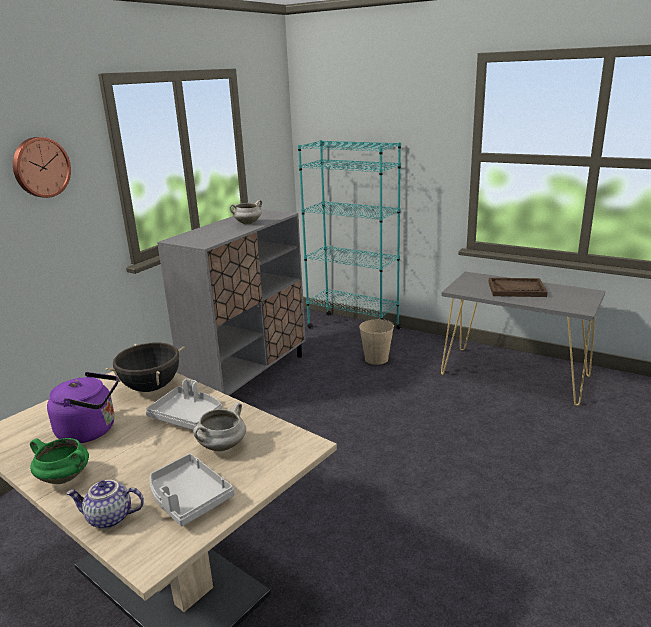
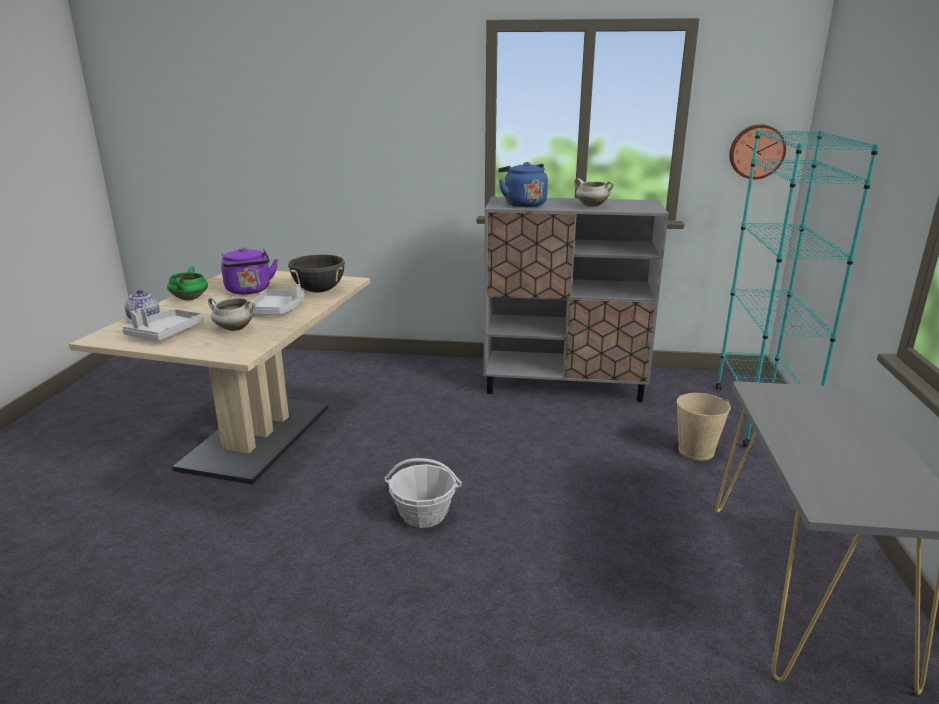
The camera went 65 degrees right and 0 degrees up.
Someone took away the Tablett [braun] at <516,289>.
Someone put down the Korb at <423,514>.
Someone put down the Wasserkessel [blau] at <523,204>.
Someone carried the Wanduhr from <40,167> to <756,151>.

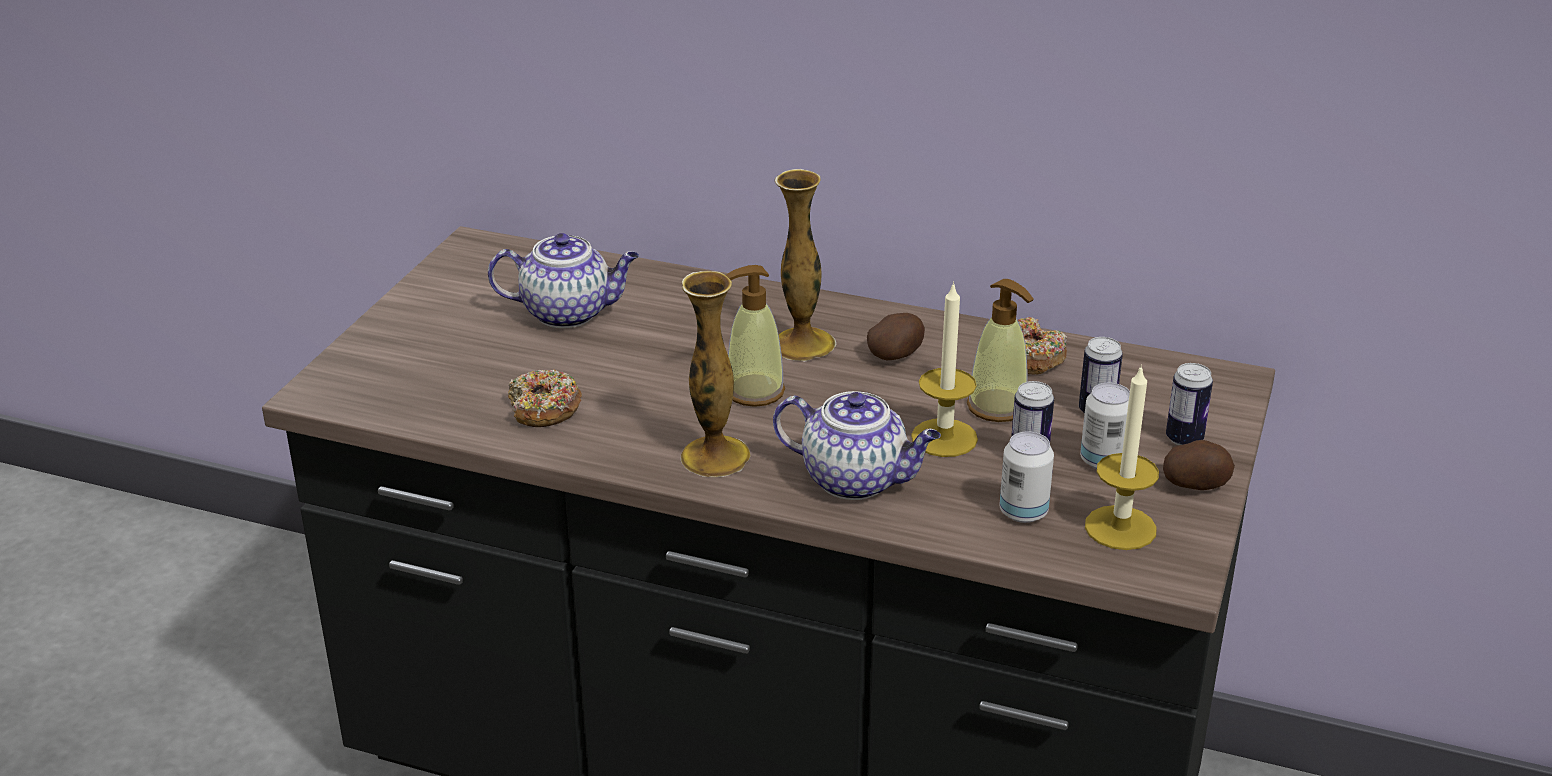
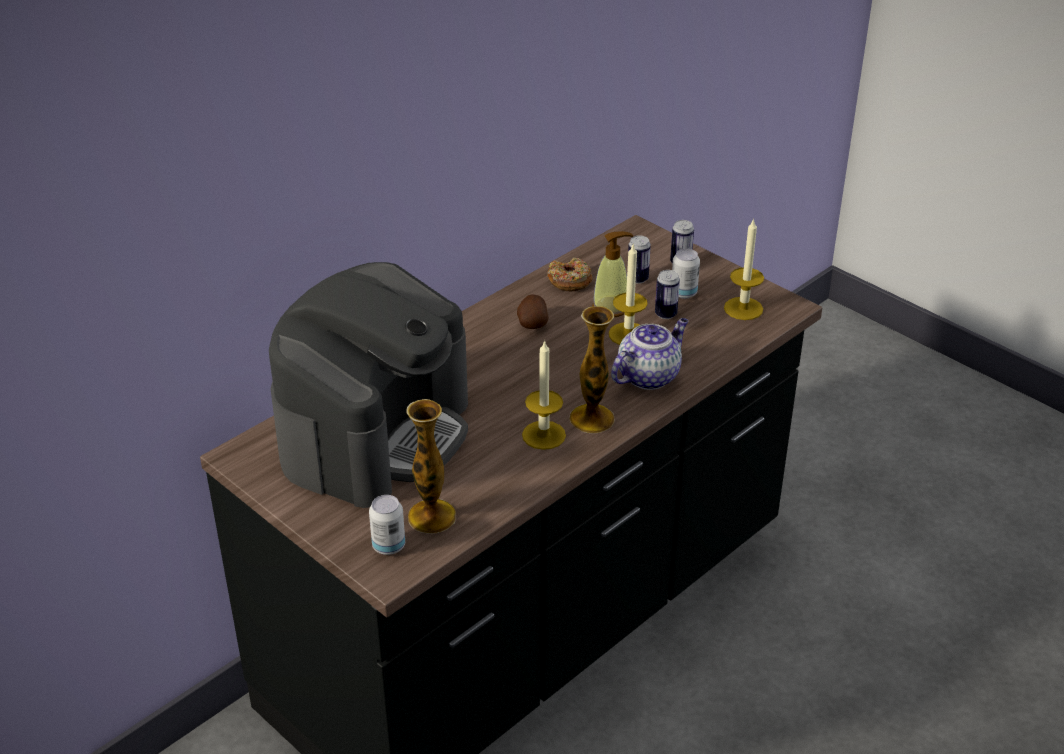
The camera went 65 degrees left and 5 degrees up.
Someone took away the Donut at <544,409>.
Someone took away the Seifenspender at <754,391>.
Someone took away the Kartoffel at <1195,485>.
Someone put down the Kerze at <543,435>.
Someone carried the Vase from <803,344> to <431,516>.
Someone carried the Dose from <1023,512> to <389,546>.
Someone swapped the Teekanne at <569,312> for the Kaffeemaschine at <376,434>.

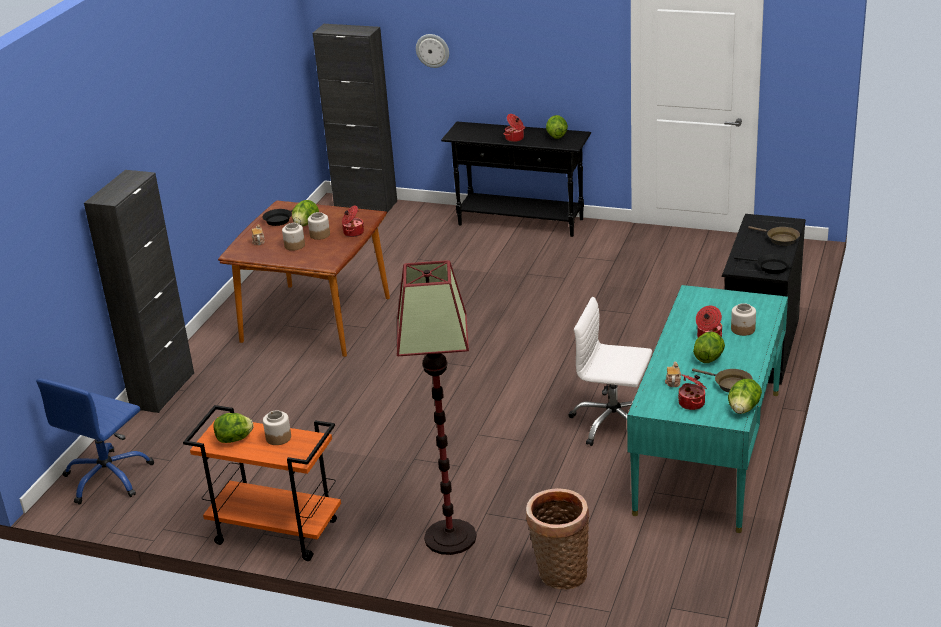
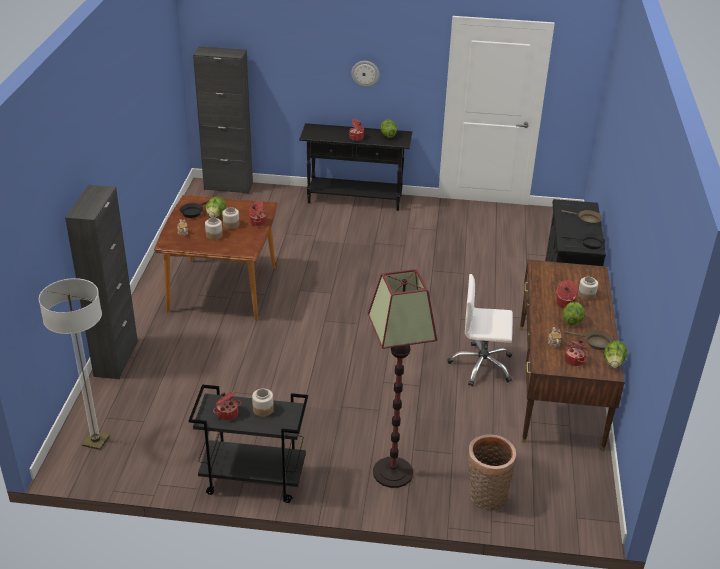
The camera went 15 degrees left and 5 degrees up.
Someone carried the Wanduhr from <432,50> to <365,73>.
Someone swapped the Bürostuhl [blau] at <108,478> for the Stehlampe at <96,441>.
Someone swapped the Salatkopf at <235,439> for the Kochtopf at <227,413>.
Someone repainted the Rollwagen [orange] at <274,533>, which became the Rollwagen [schwarz] at <252,480>.
Someone repainted the Schreibtisch [türkis] at <709,451>, which became the Schreibtisch [braun] at <559,384>.

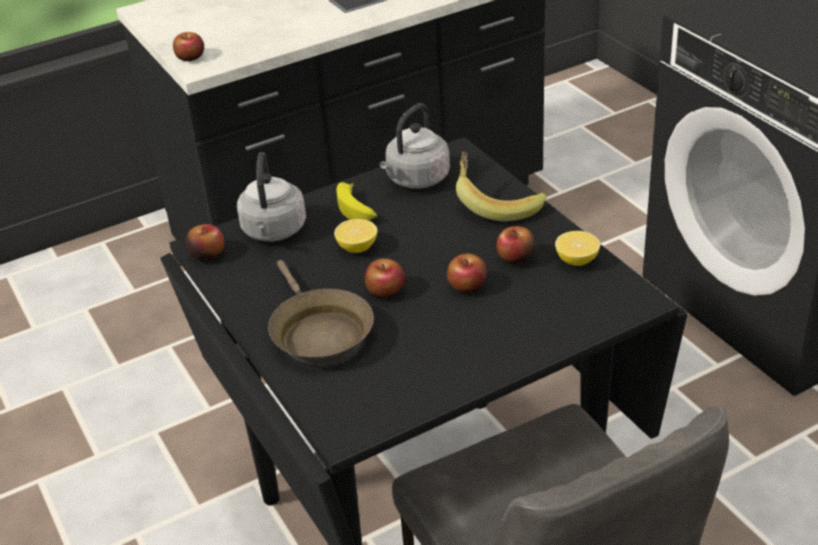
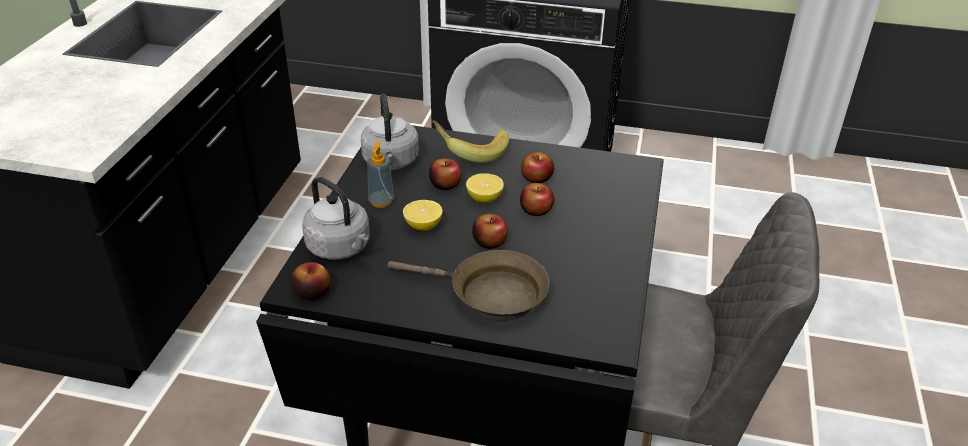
The camera went 50 degrees left and 0 degrees up.
Someone carried the Apfel from <190,57> to <445,184>.
Someone carried the Zitrone from <576,260> to <484,198>.
Someone swapped the Banane at <357,210> for the Seifenspender at <381,201>.

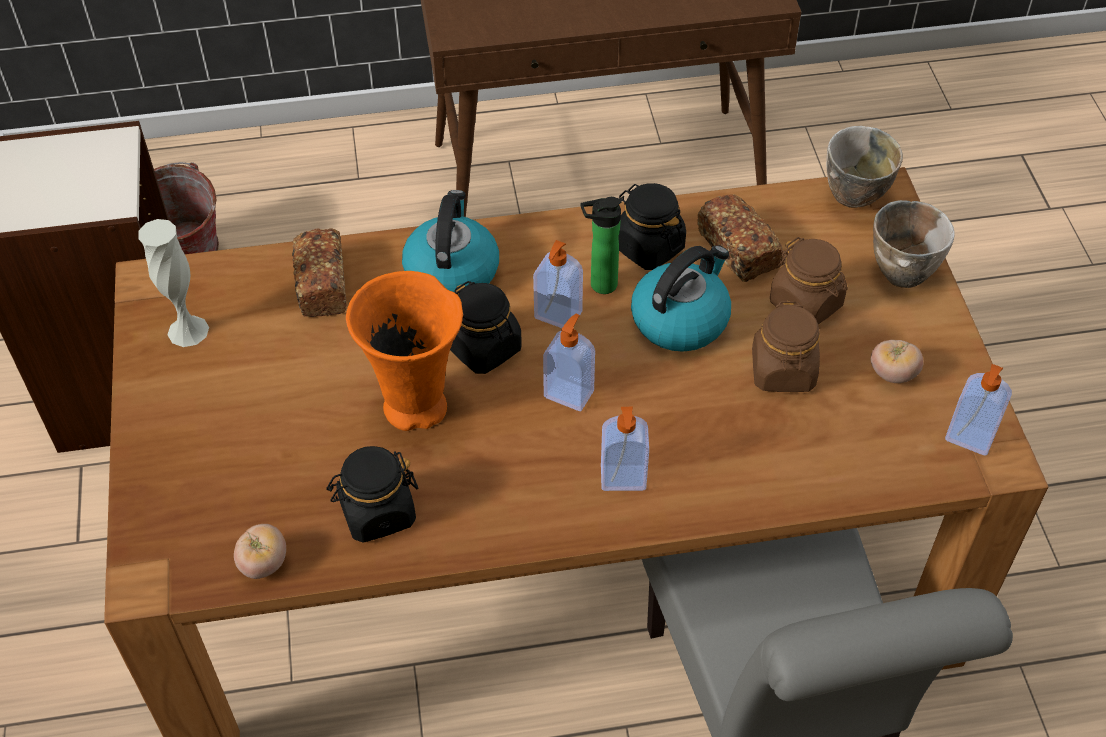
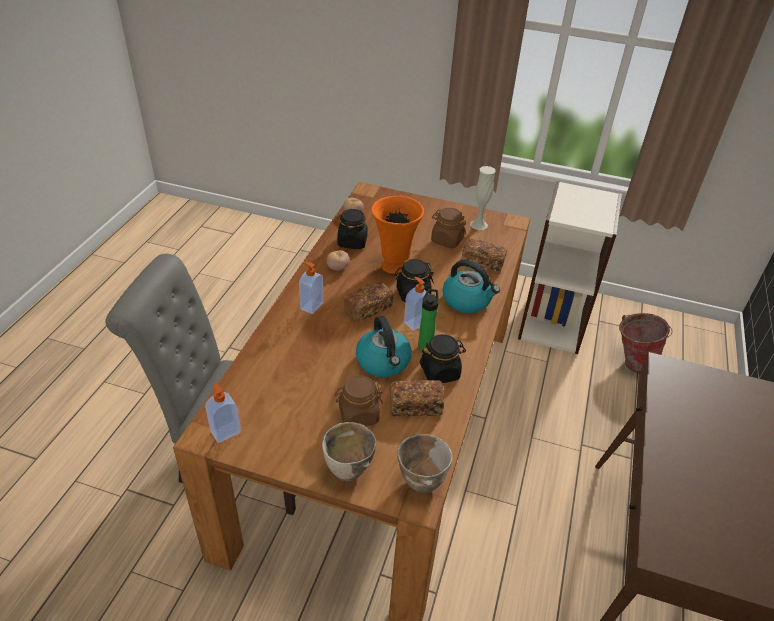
The camera went 115 degrees right and 10 degrees down.
Someone carried the Vorratsglas [braun] from <783,371> to <446,240>.
Someone carried the Tomate from <892,374> to <338,268>.
Someone swapped the Seifenspender at <569,393> for the Brot at <368,309>.

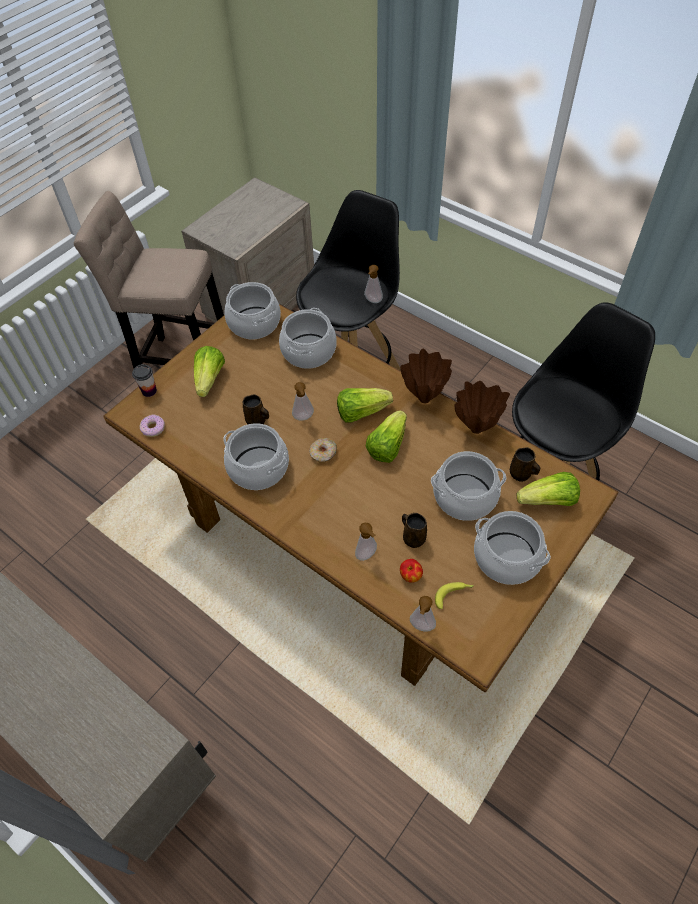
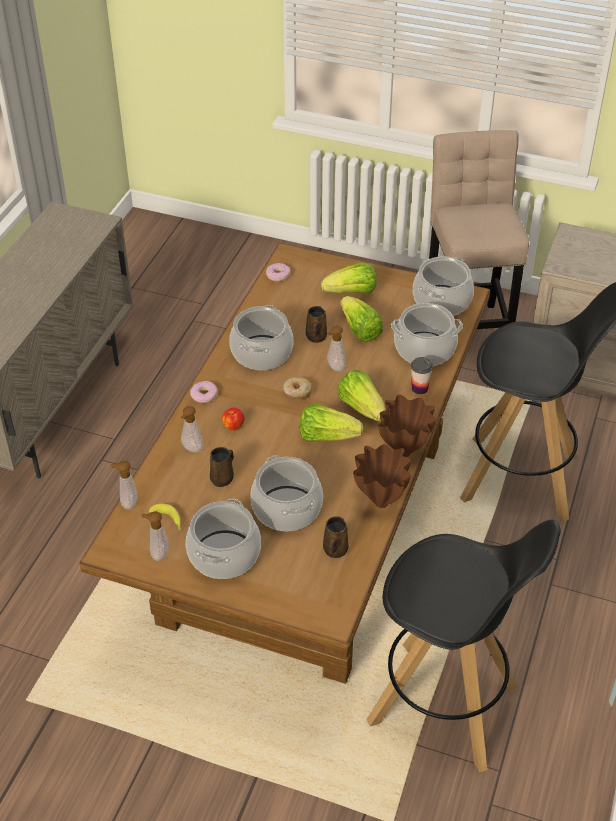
The camera went 70 degrees right and 10 degrees down.
Someone put down the Donut at <204,395>.
Someone carried the Tasse from <149,391> to <419,388>.
Someone carried the Seifenspender from <372,301> to <158,554>.
Someone carried the Apfel from <410,576> to <233,426>.
Someone carried the Salatkopf from <548,501> to <359,330>.

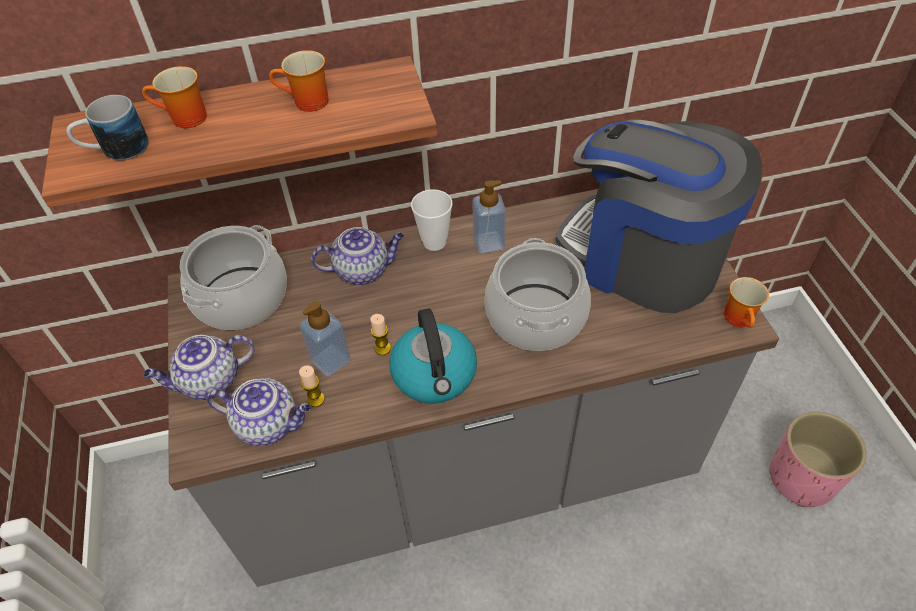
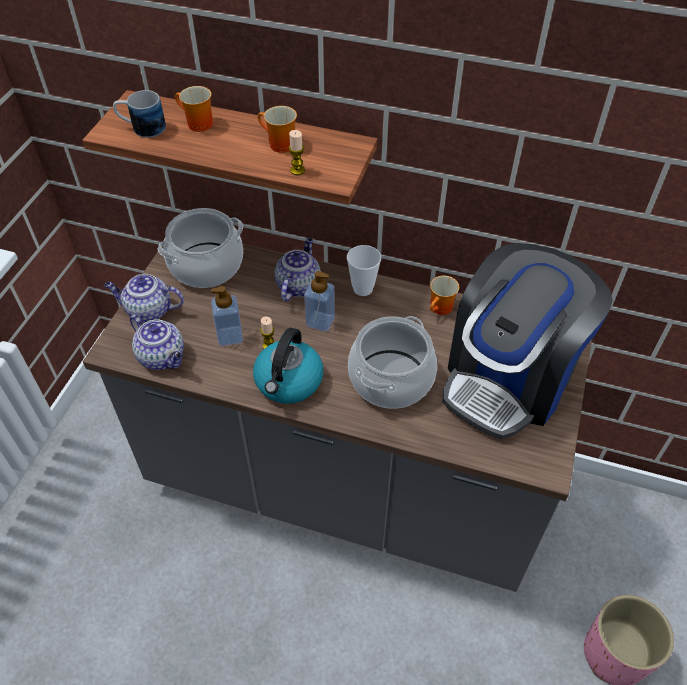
The camera went 30 degrees right and 0 degrees up.
Someone carried the Kerze from <316,399> to <297,170>.
Someone carried the Seifenspender from <488,243> to <320,321>.
Someone carried the Henkelbecher from <741,319> to <441,309>.
Someone rotated the Teekanne at <363,270> by 90 degrees counterclockwise.
Someone rotated the Kaffeemaschine at <642,258> by 120 degrees counterclockwise.

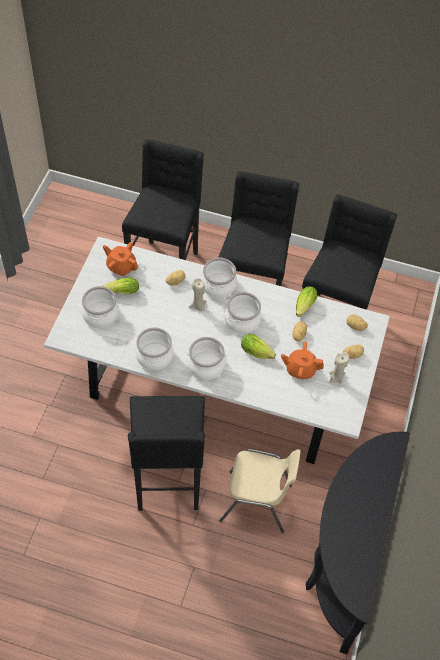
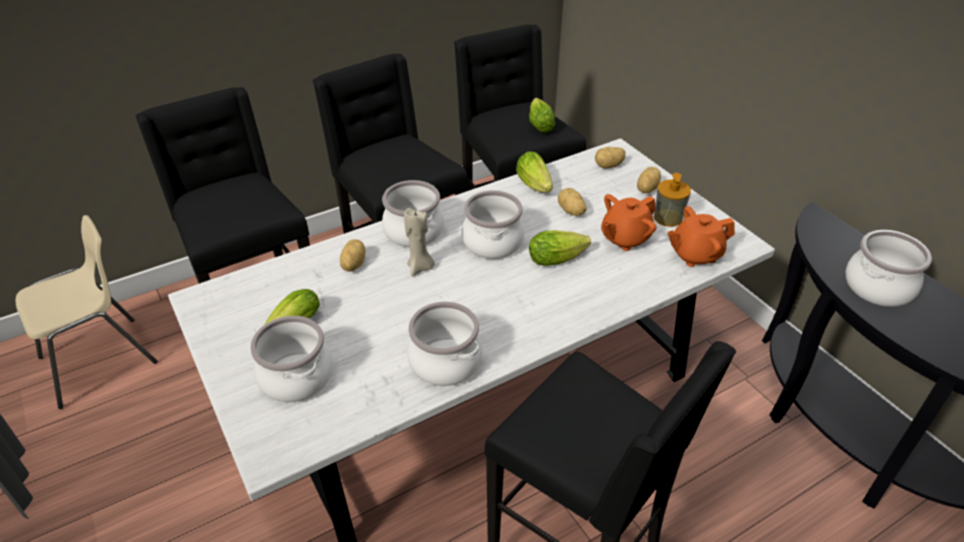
The camera went 45 degrees left and 15 degrees down.
Someone put down the Salatkopf at <540,123>.
Someone carried the Teekanne [orange] from <121,266> to <695,254>.
Someone carried the Kochtopf from <206,366> to <879,287>.
Someone carried the Stuhl [beige] from <257,503> to <100,361>.
Someone swapped the Kerze [beige] at <336,378> for the Seifenspender at <668,218>.

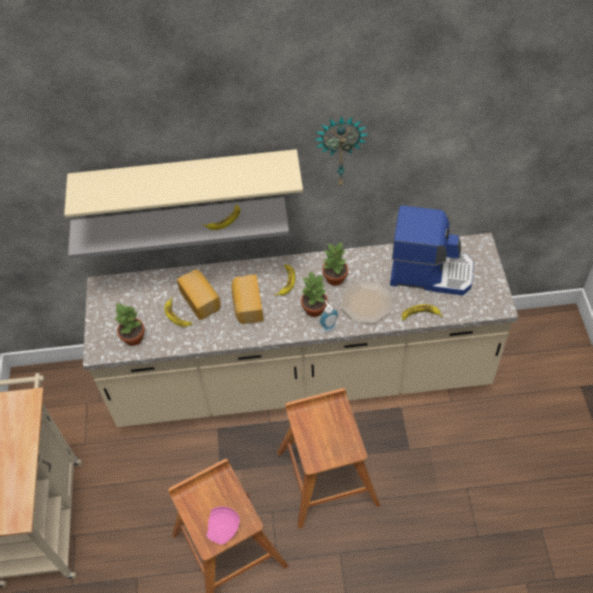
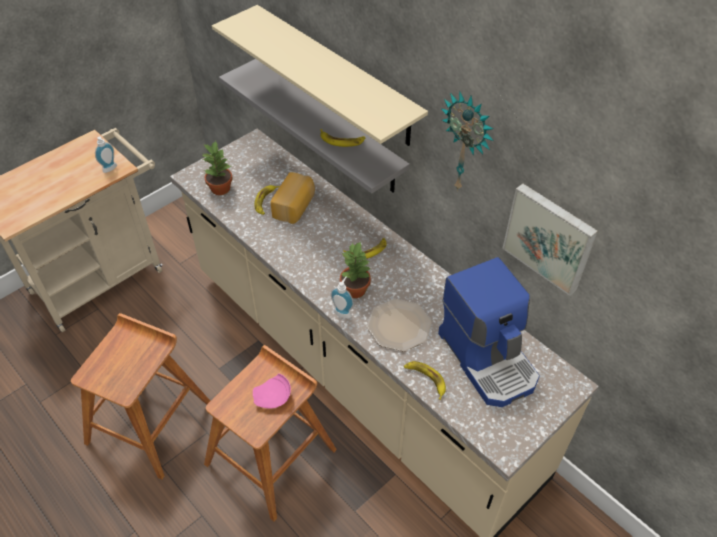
The camera went 50 degrees right and 5 degrees down.
Someone took away the Brot at <247,306>.
Someone took away the Topfpflanze at <335,278>.
Someone put down the Seifenspender at <111,169>.
Someone put up the Bild at <550,237>.
Someone carried the Teller [rosa] from <223,528> to <273,397>.

